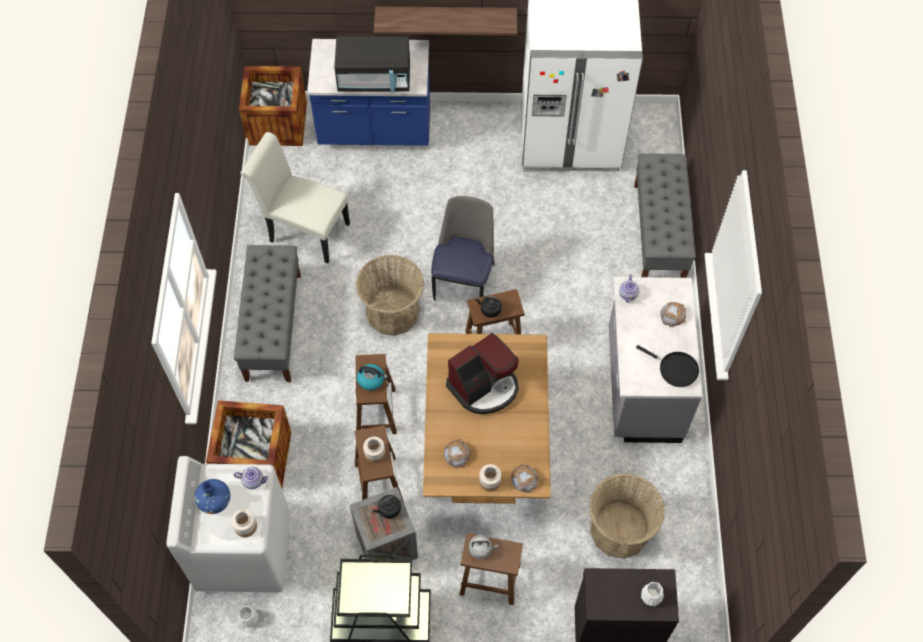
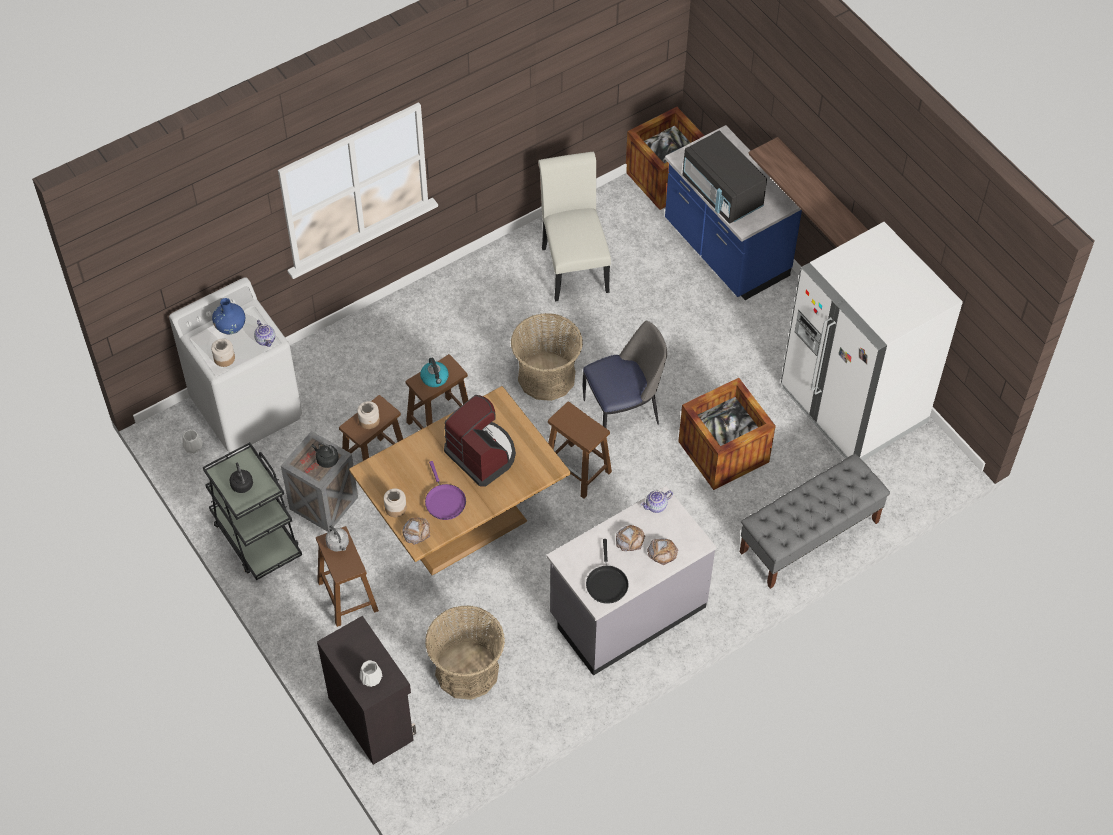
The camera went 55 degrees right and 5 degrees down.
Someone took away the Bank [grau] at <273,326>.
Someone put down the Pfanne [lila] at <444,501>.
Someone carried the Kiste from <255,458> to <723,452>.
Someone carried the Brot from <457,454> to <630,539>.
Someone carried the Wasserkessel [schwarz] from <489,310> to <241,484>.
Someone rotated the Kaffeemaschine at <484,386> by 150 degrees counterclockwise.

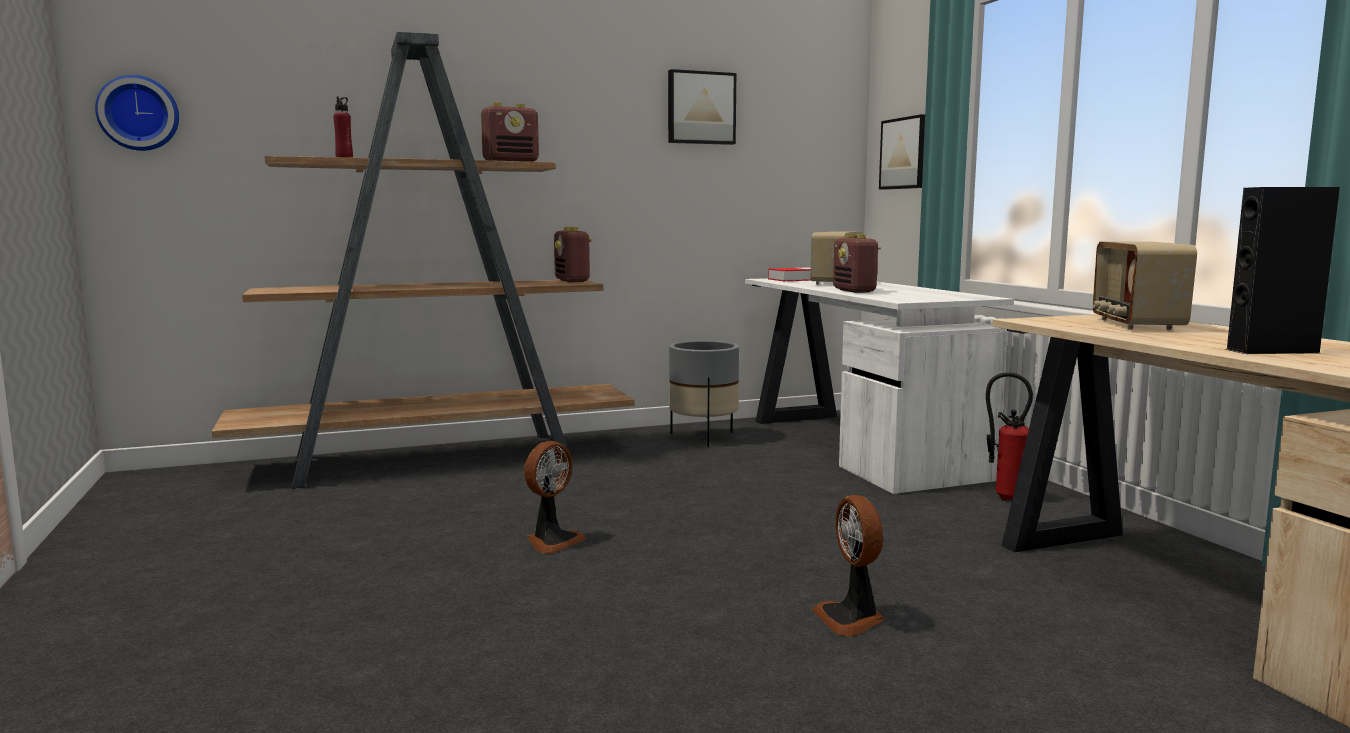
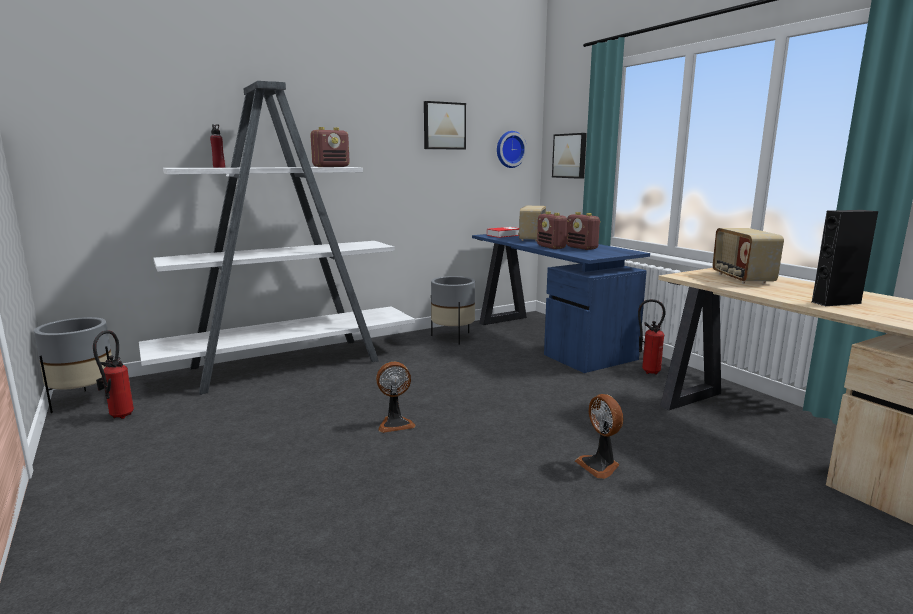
The camera went 10 degrees left and 5 degrees up.
Someone put down the Pflanzkübel [grau] at <84,401>.
Someone put down the Feuerlöscher at <118,417>.
Someone carried the Wanduhr from <139,113> to <509,149>.
Someone carried the Radio from <572,281> to <582,248>.
Someone repainted the Bücherregal [braun] at <438,459>, which became the Bücherregal [weiß] at <289,364>.
Someone repainted the Schreibtisch [weiß] at <857,446>, which became the Schreibtisch [blau] at <548,339>.
Someone rotated the Ventilator at <552,541> by 45 degrees clockwise.

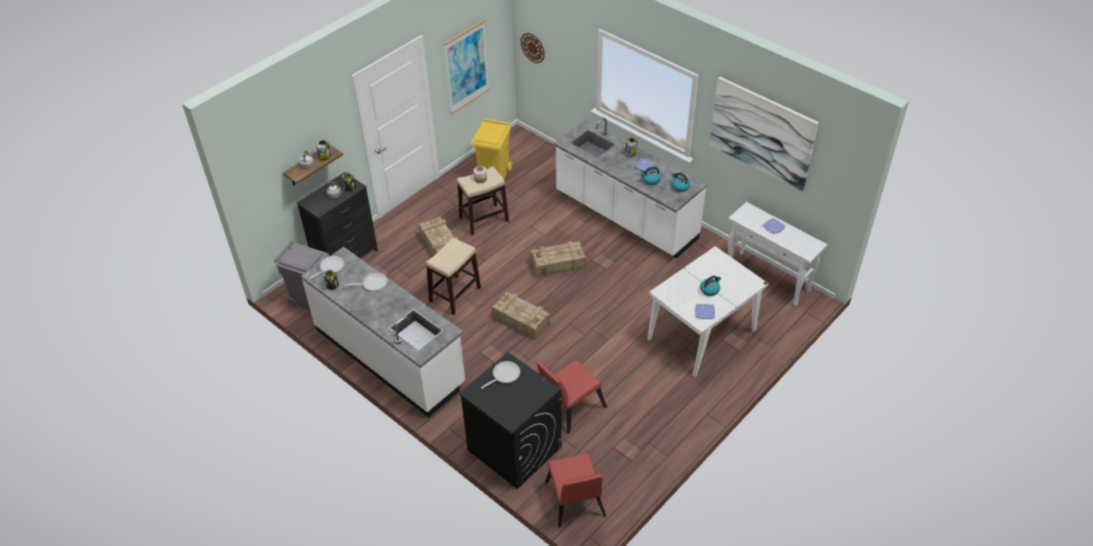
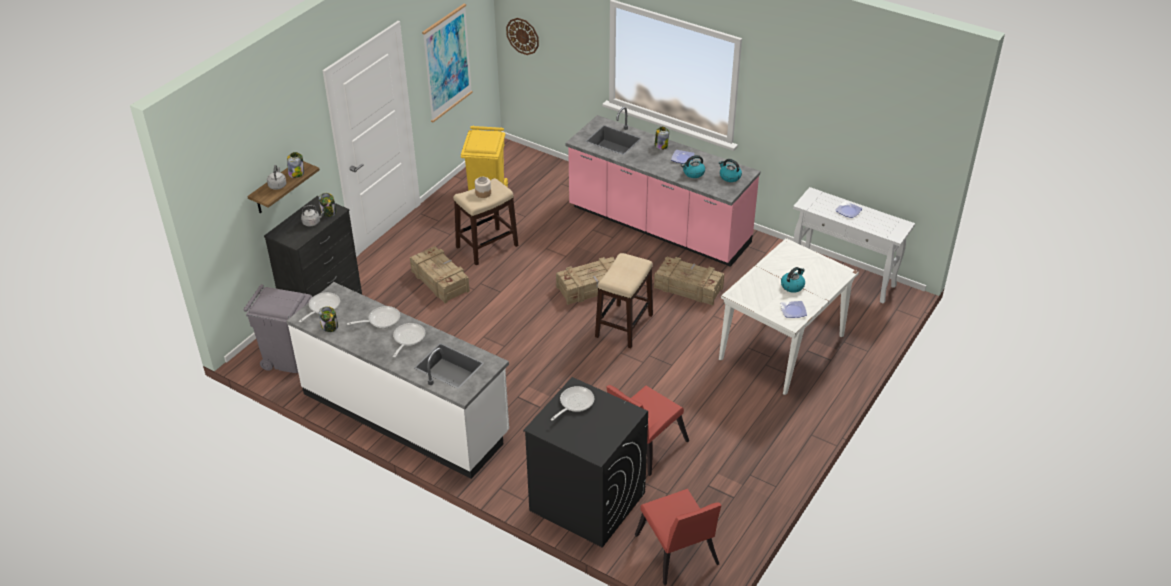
The camera went 10 degrees left and 5 degrees down.
Someone took away the Bild at <762,133>.
Someone put down the Pfanne at <408,339>.
Someone carried the Hocker from <454,295> to <624,326>.
Someone carried the Kiste from <521,320> to <688,287>.
Someone repainted the Küchenzeile [weiß] at <625,217>, which became the Küchenzeile [rosa] at <658,227>.

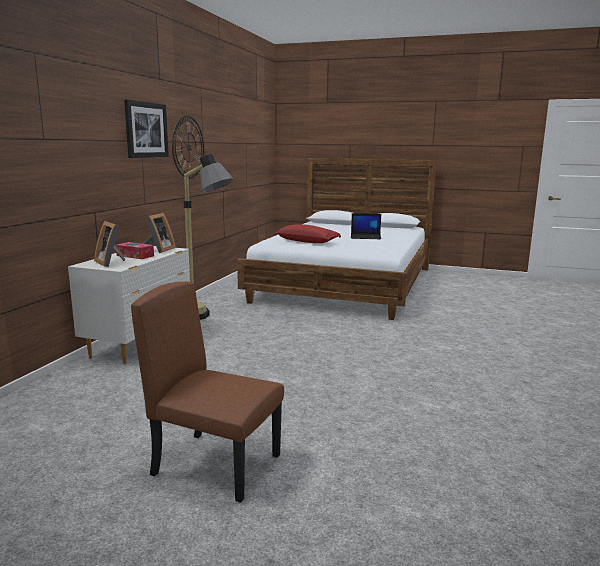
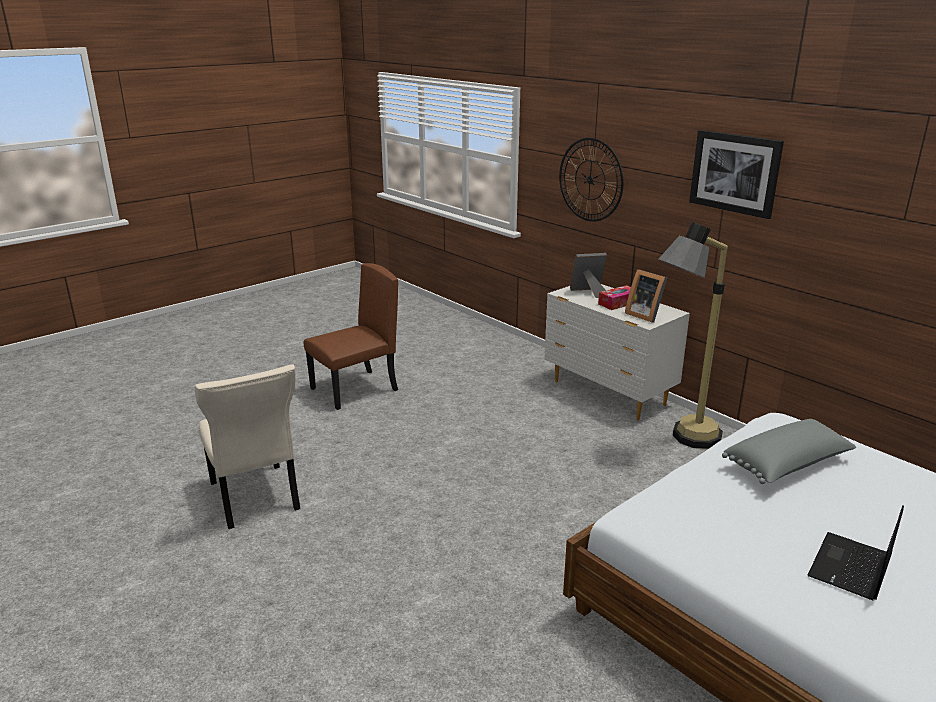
The camera went 120 degrees right and 10 degrees up.
Someone put down the Stuhl [beige] at <255,498>.
Someone carried the Wanduhr from <188,147> to <590,180>.
Someone repainted the Kissen [rot] at <308,242>, which became the Kissen [grau] at <788,465>.

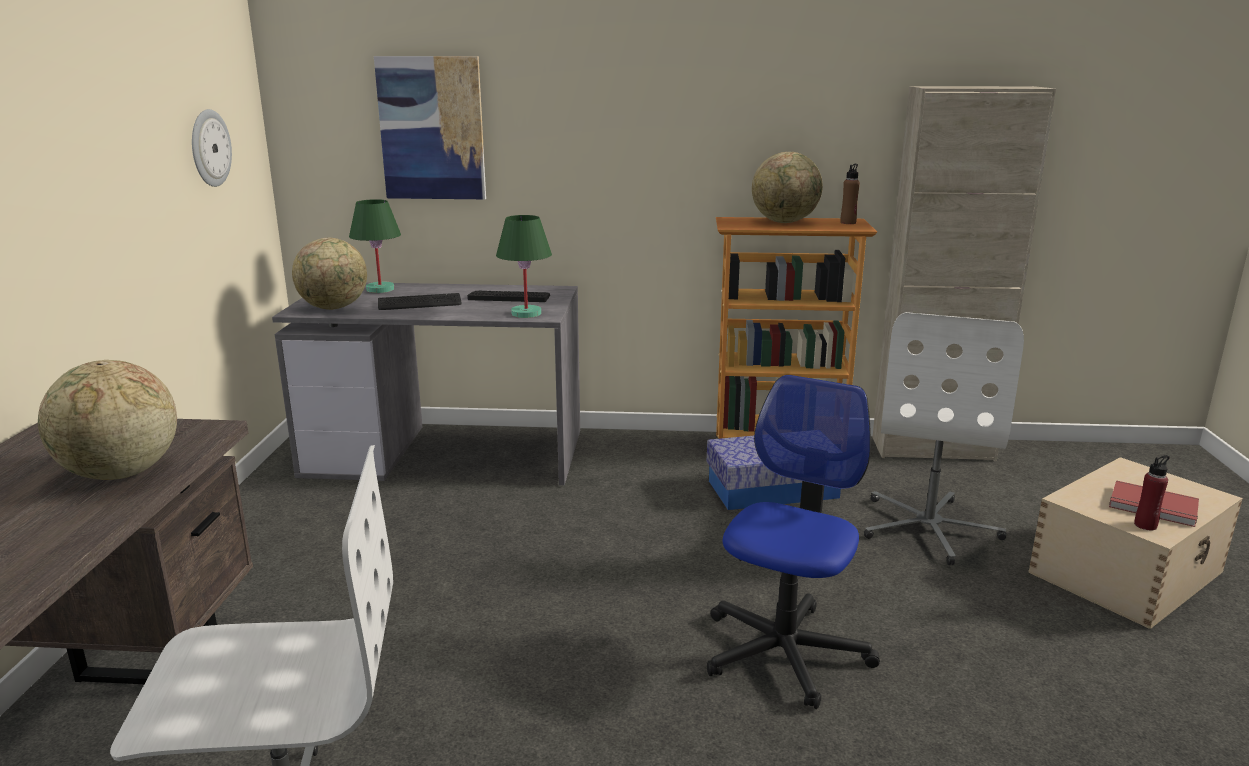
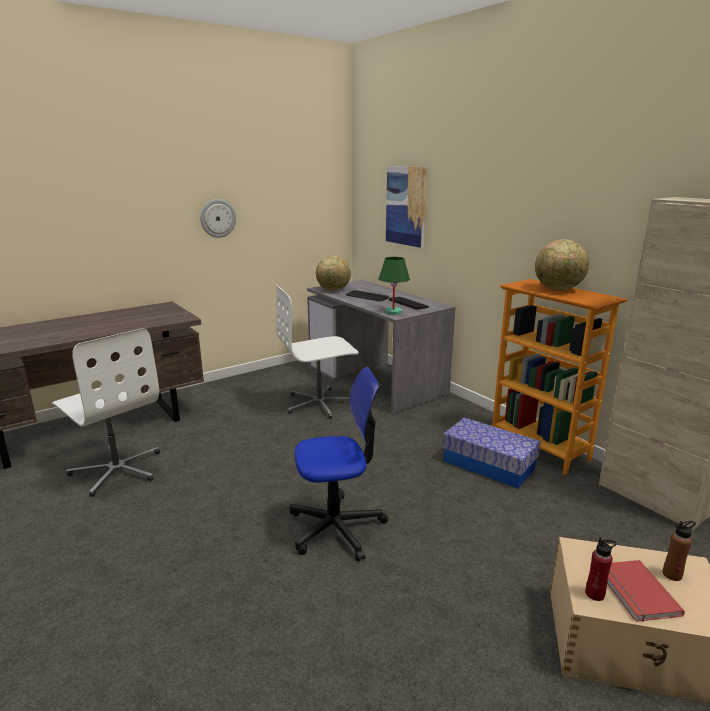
The camera went 50 degrees right and 0 degrees up.
Someone took away the Globus at <120,474>.
Someone took away the Tischlampe [grün] at <380,289>.
Someone carried the Wanduhr from <209,148> to <218,218>.
Someone carried the Flasche [braun] from <848,222> to <672,574>.
Someone carried the Bürostuhl [weiß] from <929,527> to <319,403>.

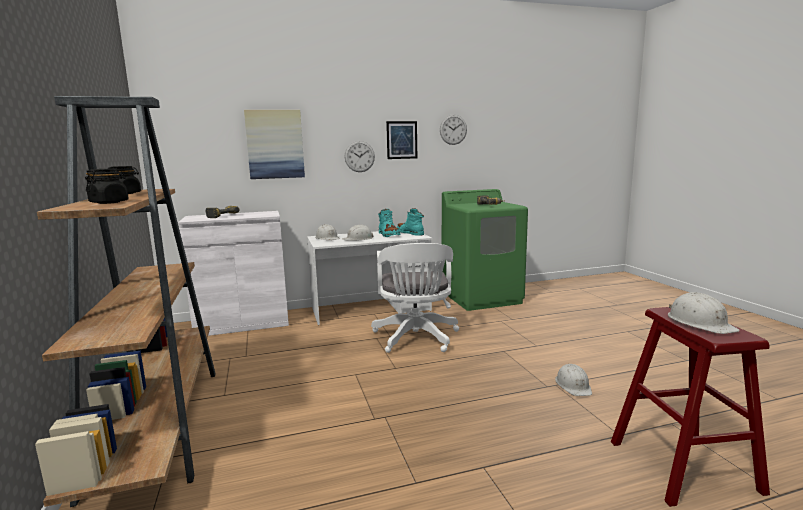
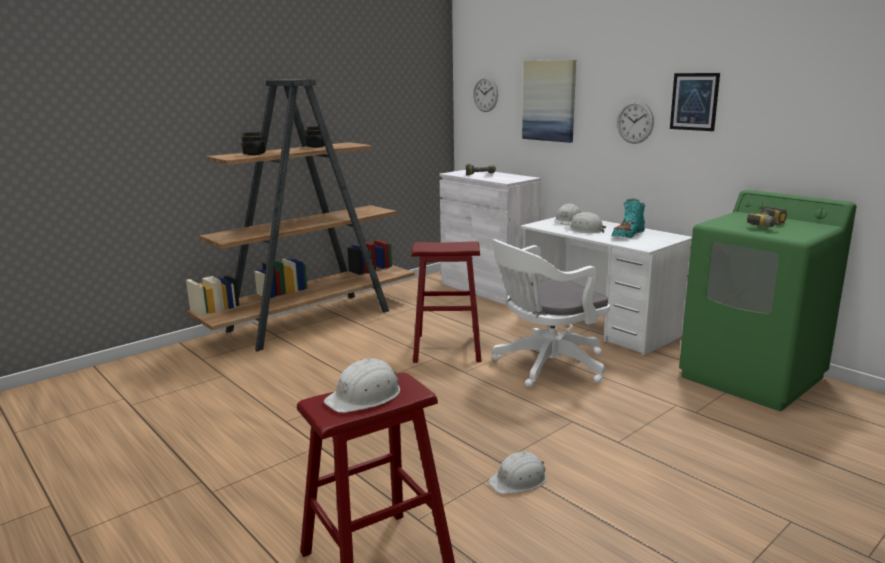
The camera went 65 degrees right and 5 degrees up.
Someone took away the Stiefel [türkis] at <410,233>.
Someone put down the Hocker [rot] at <447,348>.
Someone carried the Wanduhr from <453,129> to <485,94>.

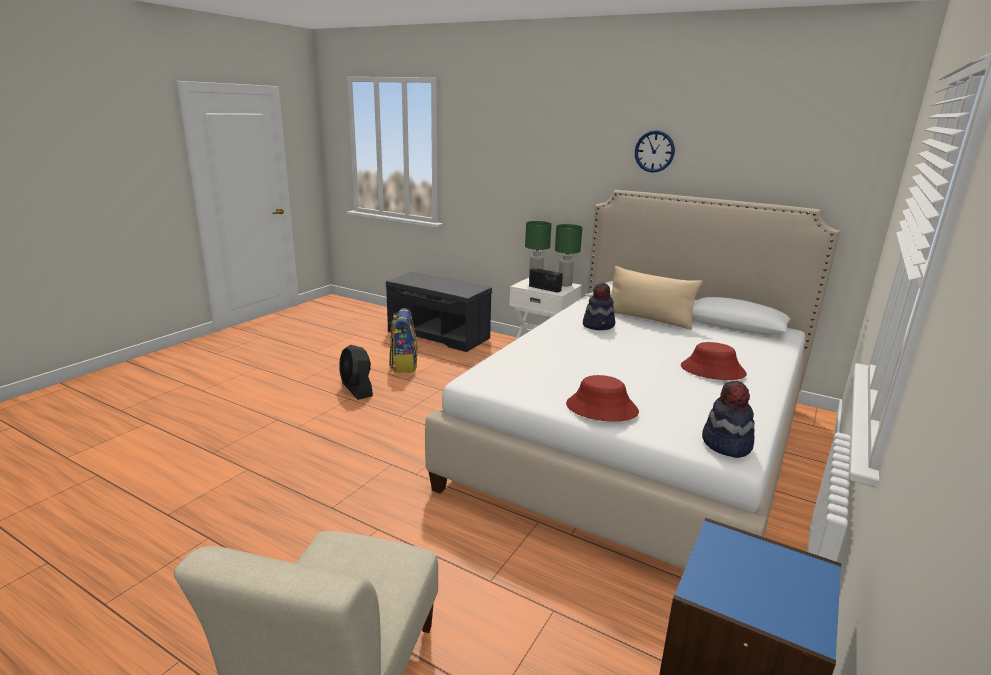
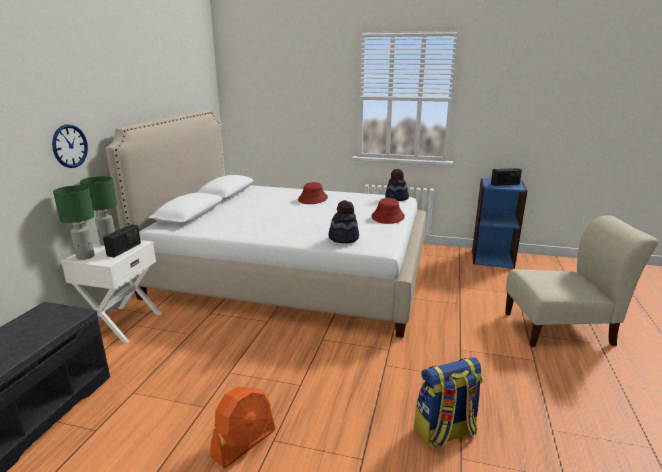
The camera went 105 degrees left and 0 degrees up.
Someone took away the Kissen [beige] at <648,318>.
Someone put down the Radio at <505,184>.
Someone carried the Rucksack from <403,365> to <445,432>.
Someone carried the Hut from <599,325> to <343,238>.
Someone carried the Wanduhr from <654,151> to <70,146>.
Someone repainted the Ventilator [schwarz] at <357,389>, which became the Ventilator [orange] at <244,443>.

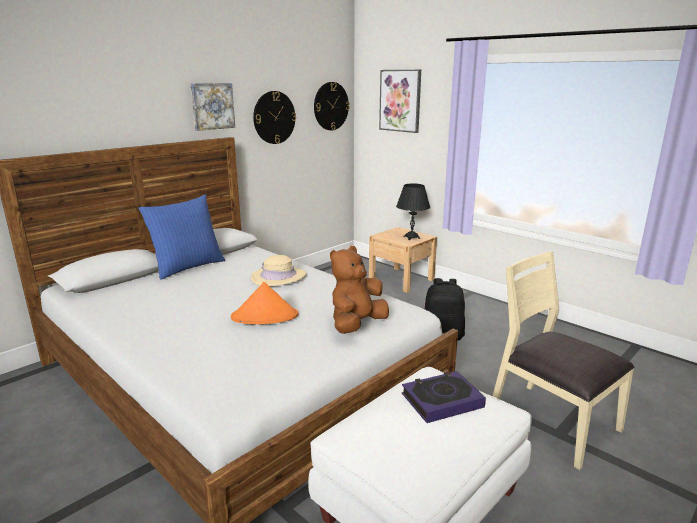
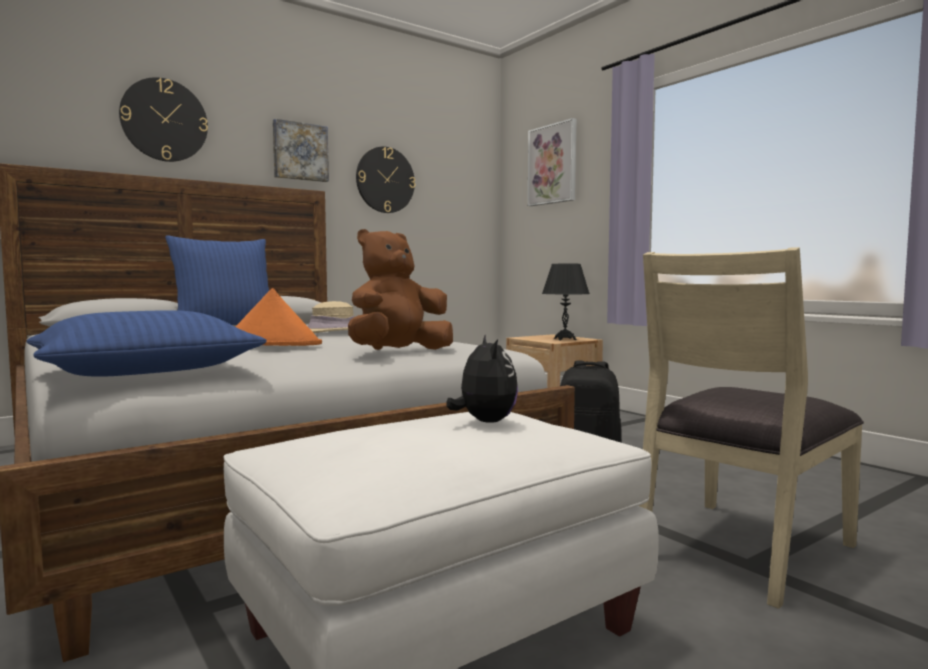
The camera went 10 degrees right and 15 degrees down.
Someone put down the Kissen [blau] at <144,370>.
Someone carried the Wanduhr from <331,106> to <164,120>.
Someone swapped the Buch at <442,400> for the Plüschtier at <484,422>.
Someone rotated the Stuhl [beige] at <551,421> by 105 degrees counterclockwise.

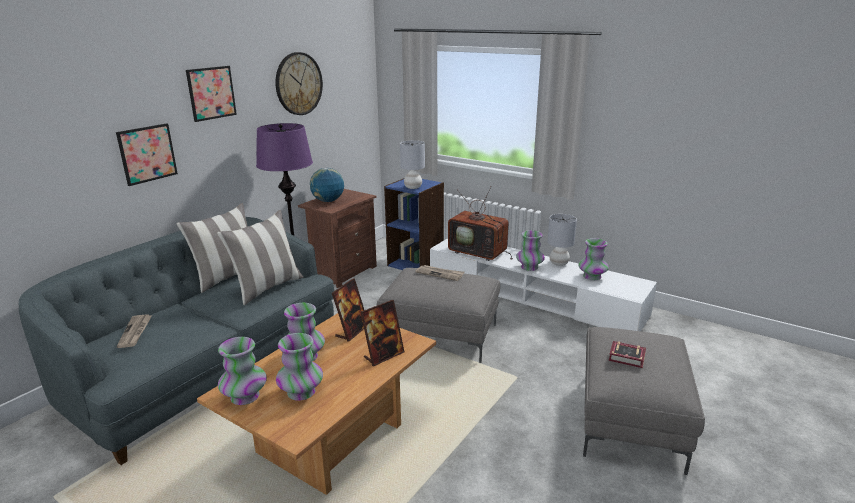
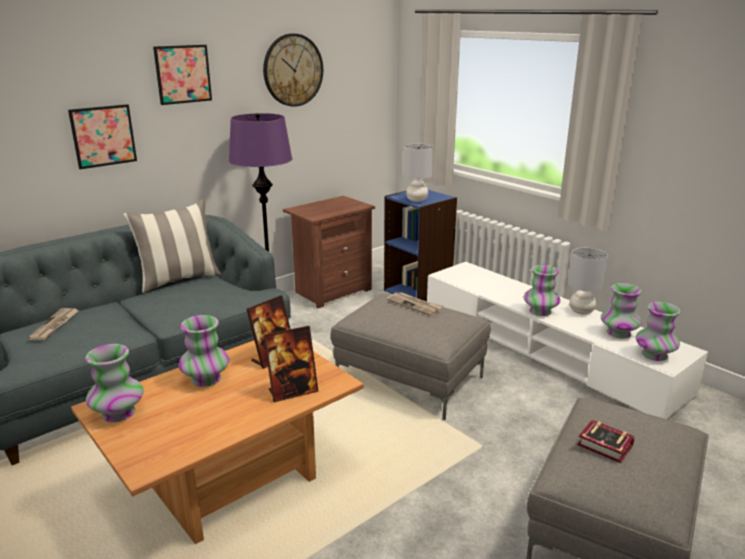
The camera went 15 degrees right and 0 degrees up.
Someone took away the Kissen at <267,288>.
Someone took away the Globus at <328,201>.
Someone took away the Fernseher at <480,252>.
Someone carried the Vase from <301,392> to <654,355>.

